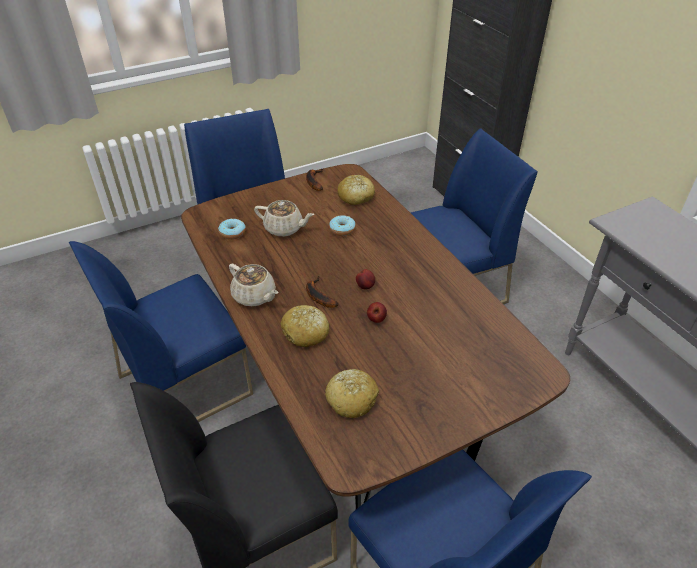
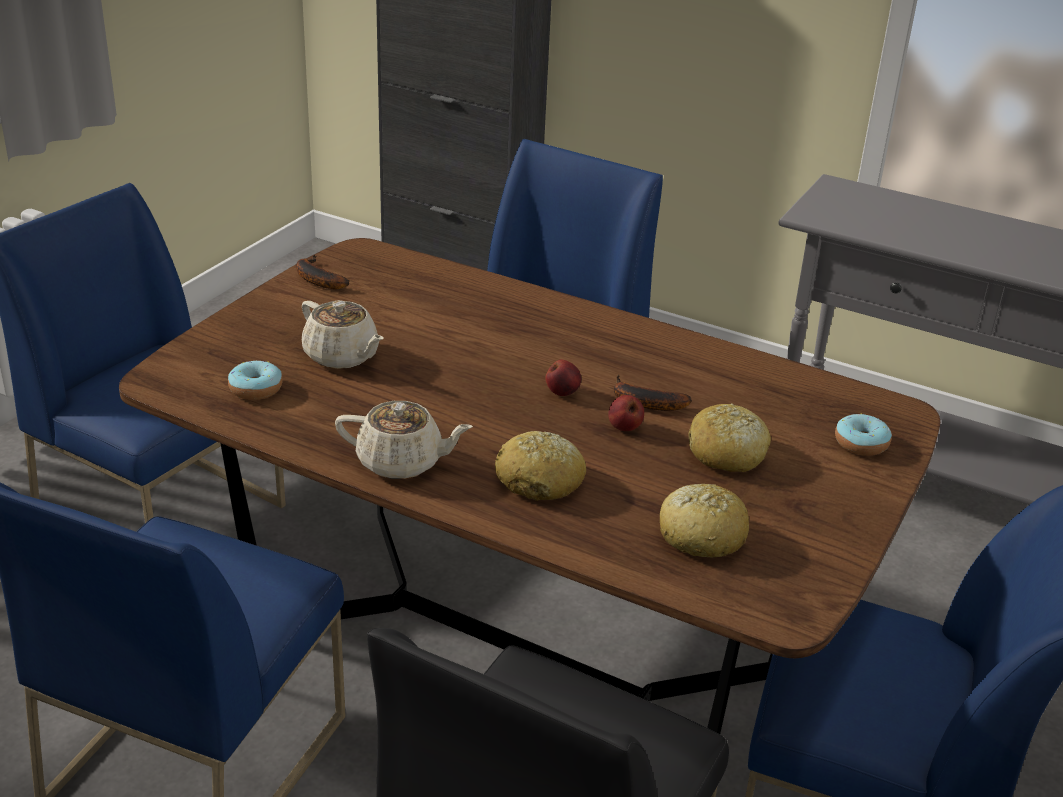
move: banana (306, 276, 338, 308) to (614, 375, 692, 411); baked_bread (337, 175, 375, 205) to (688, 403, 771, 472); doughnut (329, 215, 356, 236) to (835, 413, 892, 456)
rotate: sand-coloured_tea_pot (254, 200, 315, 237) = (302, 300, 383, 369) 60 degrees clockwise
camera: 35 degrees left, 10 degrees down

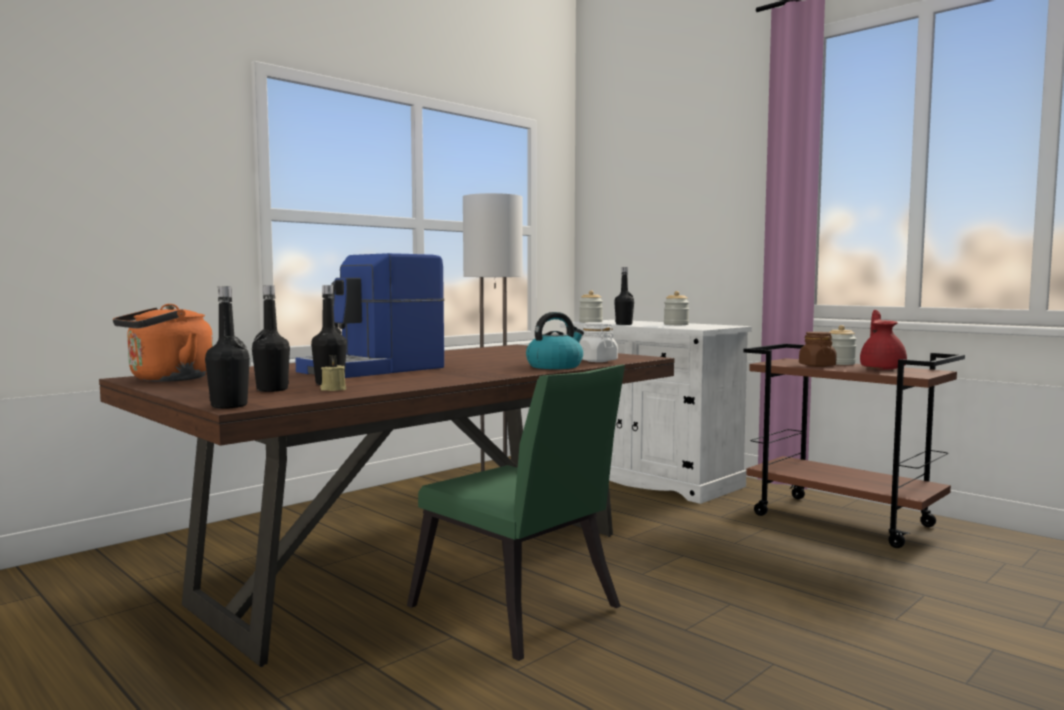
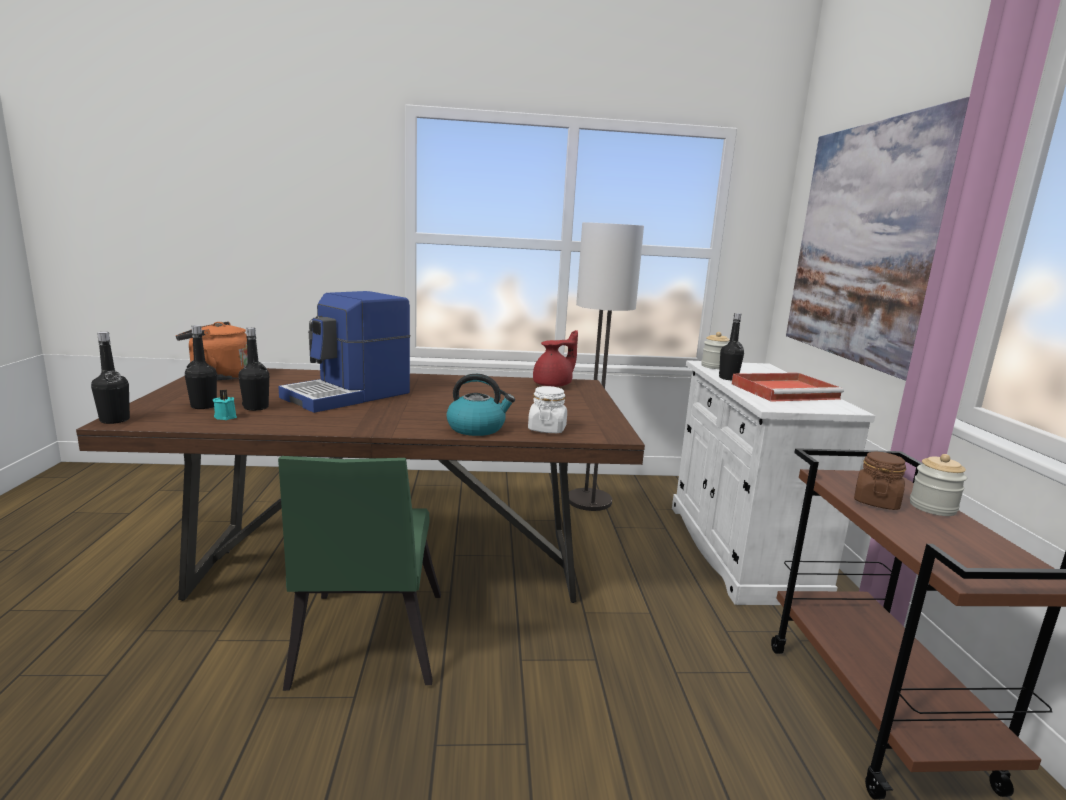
insert: wall_picture (786, 97, 969, 380)
move: red_tea_pot (860, 310, 907, 370) to (533, 330, 578, 387)
replace: jar (664, 291, 689, 325) to red_serving_tray (732, 373, 844, 402)
recolor: sand-coloured_wax_light (320, 355, 347, 391) to blue-green_wax_light (213, 390, 237, 420)
rotate: coffee_brewer (295, 253, 444, 378) = (278, 291, 411, 413) 45 degrees counterclockwise
camera: 40 degrees right, 10 degrees up

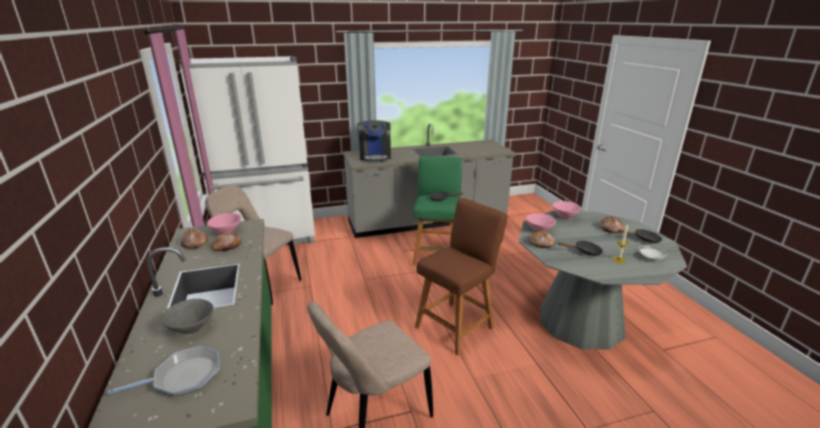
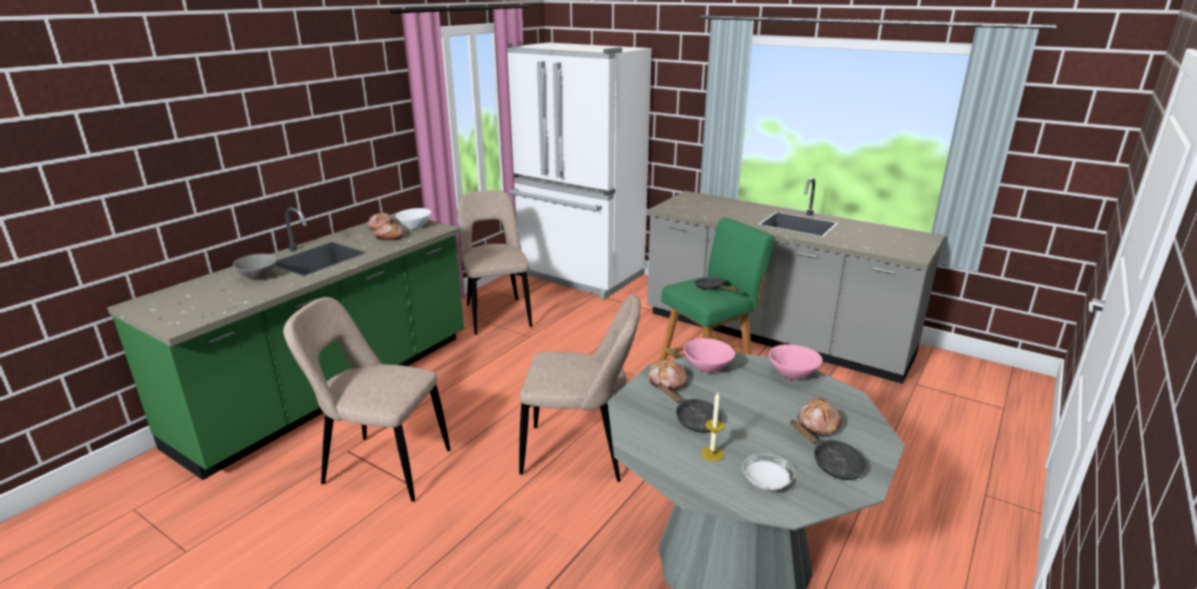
delete: pan (108, 346, 220, 396); coffee_brewer (357, 120, 391, 162)
replace: brownish_stool_seat (415, 198, 507, 356) to sand-coloured_plain_chair (519, 295, 641, 482)
recolor: pinkish_serving_bowl (207, 213, 241, 234) to whitish_serving_bowl (395, 208, 431, 229)
camera: 50 degrees right, 0 degrees up

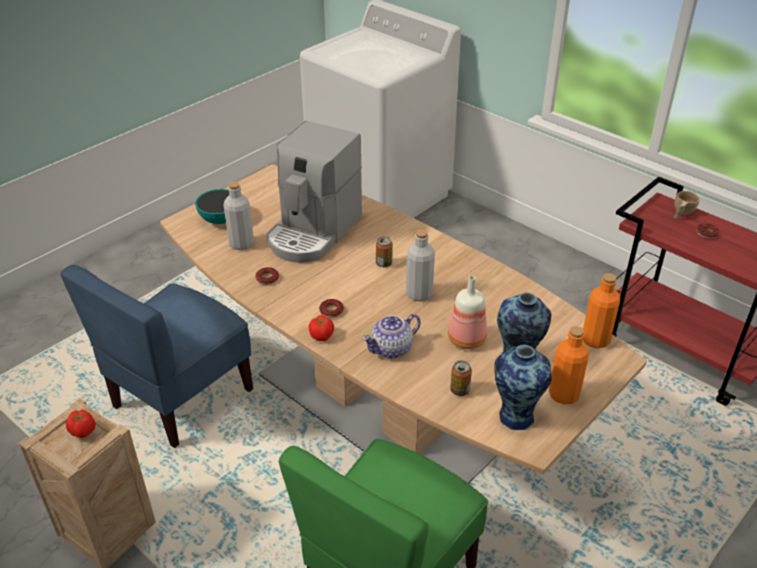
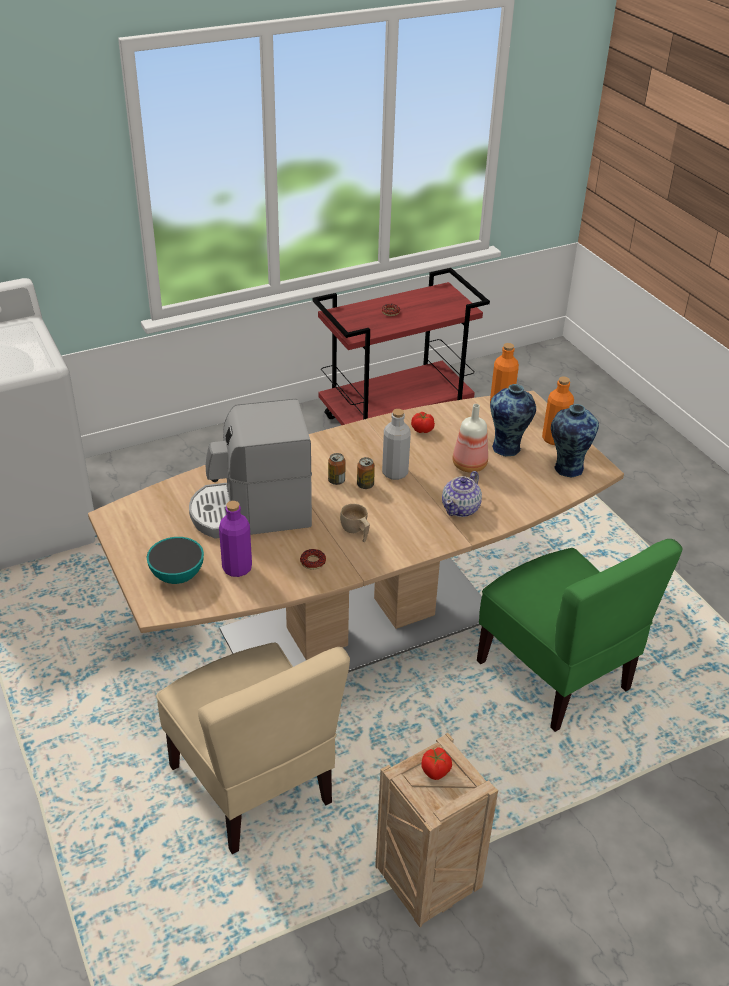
delete: doughnut (319, 299, 344, 318)
move: sand-coloured_drinking_cup (674, 191, 700, 219) to (340, 504, 370, 542); can (450, 361, 472, 396) to (357, 457, 375, 489); tomato (309, 315, 334, 341) to (411, 412, 435, 433)
recolor: bluish_plain_chair (60, 265, 253, 448) to sand-coloured_plain_chair (156, 643, 350, 854); grey_bottle (223, 181, 254, 250) to purple_bottle (219, 501, 252, 577)
rotate: coffee_brewer (266, 121, 362, 263) = (189, 399, 312, 539) 120 degrees clockwise; tea_pot (362, 314, 421, 358) = (442, 471, 482, 517) 45 degrees clockwise
camera: 70 degrees left, 0 degrees up

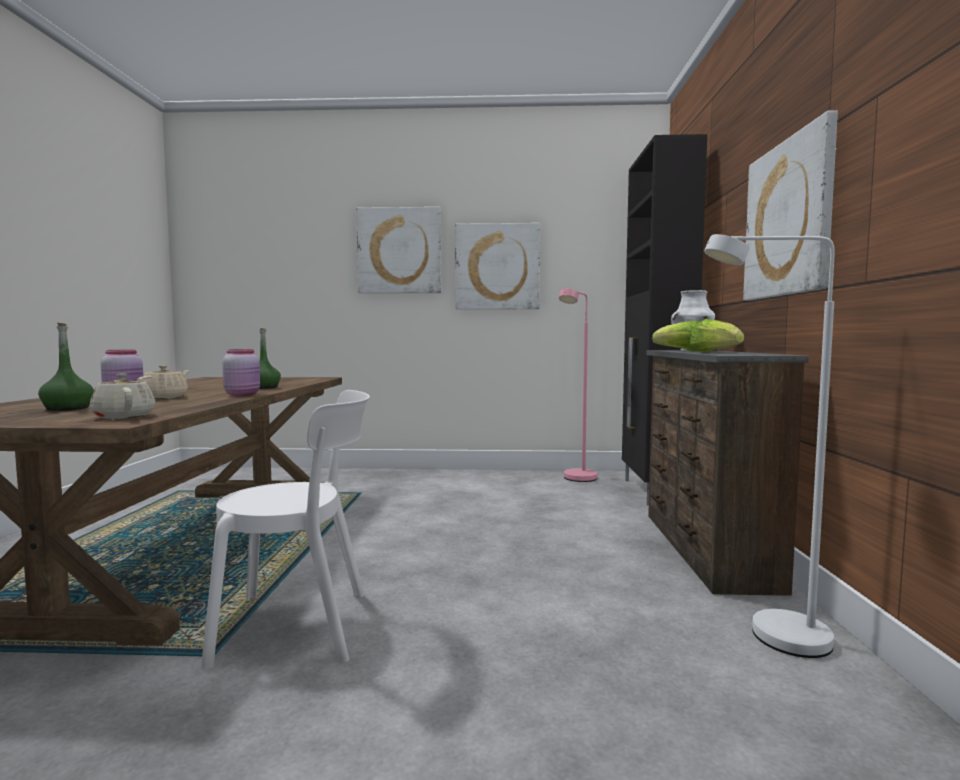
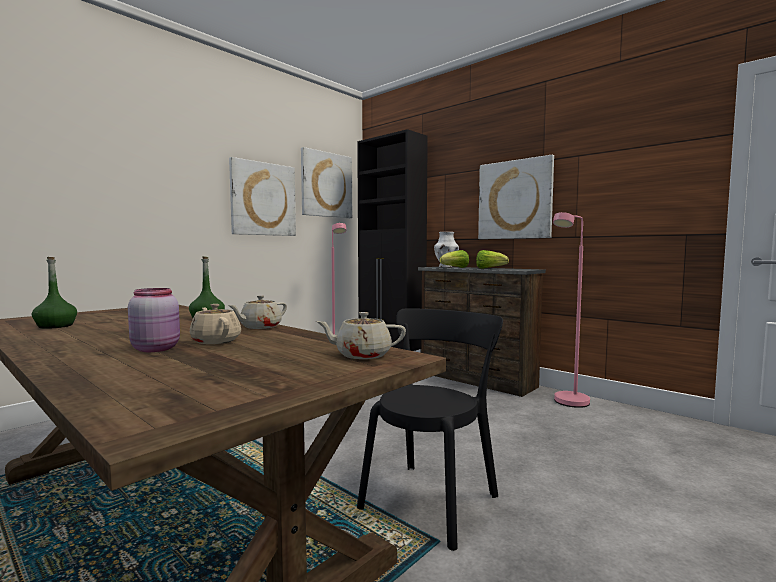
move: greenish_bottle (38, 323, 94, 411) to (32, 257, 77, 329); wall_picture (356, 207, 441, 294) to (301, 147, 352, 218)
replace: pinkish_jar (222, 349, 260, 396) to sand-coloured_tea_pot (228, 295, 287, 329)
recolor: whitish_plain_chair (201, 390, 370, 670) to blackish_plain_chair (357, 308, 503, 551); whitish_standard_lamp (704, 234, 834, 658) to pinkish_standard_lamp (553, 212, 590, 408)
camera: 50 degrees left, 0 degrees up

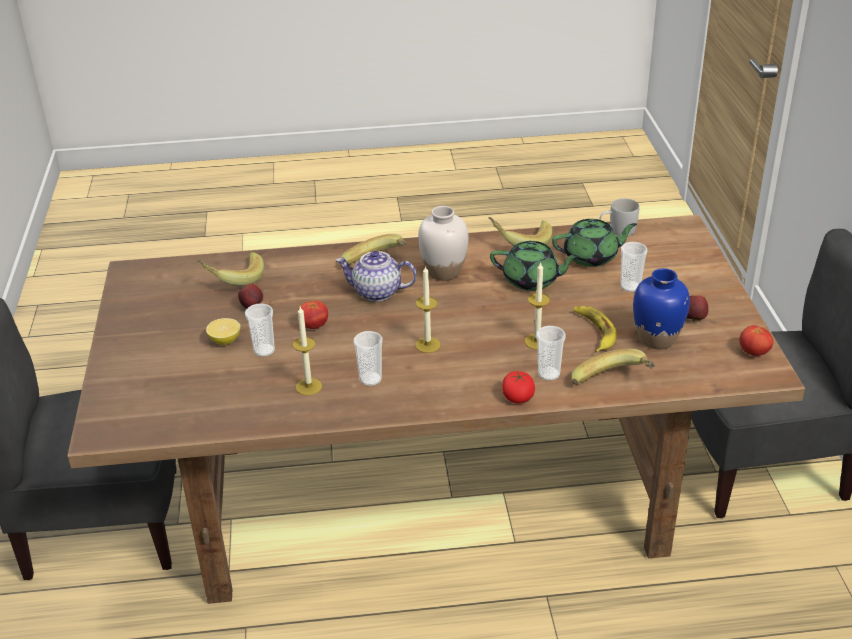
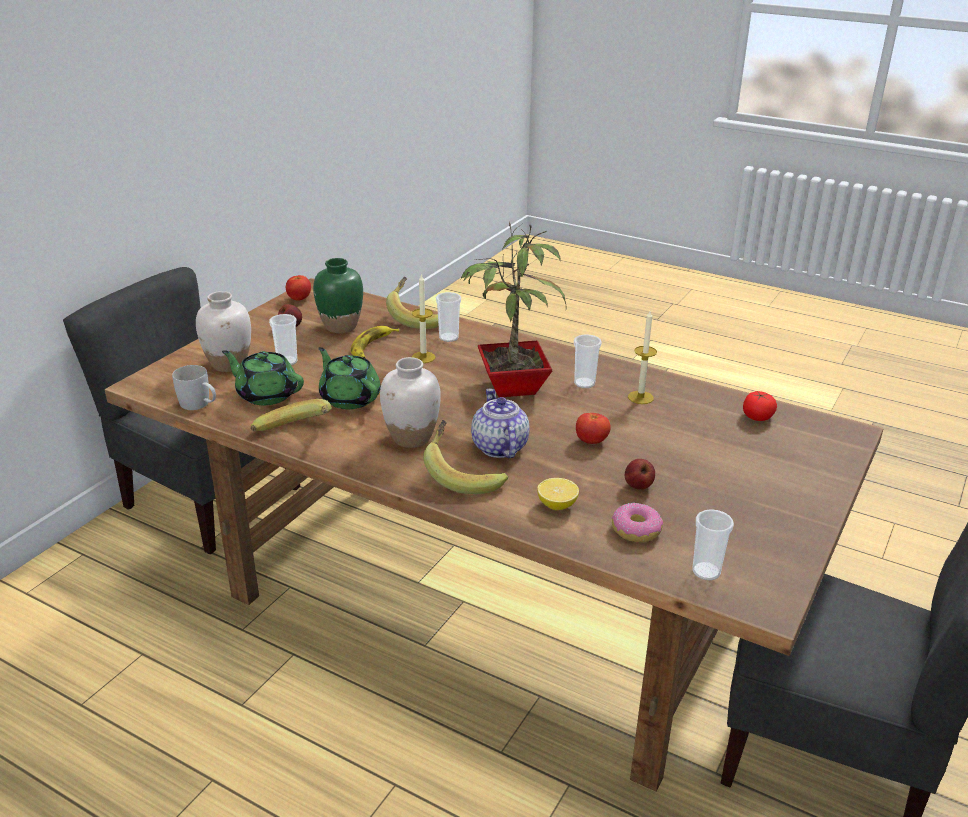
insert: whitish_vase (196, 291, 251, 372)
move: whole_lemon (206, 318, 241, 345) to (537, 478, 579, 510); drinking_cup (245, 303, 275, 357) to (692, 509, 734, 580); tomato (502, 371, 535, 404) to (743, 391, 777, 421)
replace: wax_light (415, 265, 441, 353) to houseplant (461, 222, 567, 398); banana (196, 252, 264, 286) to doughnut (612, 502, 663, 542)
recolor: bluish_vase (633, 268, 690, 349) to greenish_vase (313, 258, 363, 333)
rotate: tea_pot (335, 250, 417, 301) = (471, 389, 529, 458) 150 degrees counterclockwise
camera: 145 degrees left, 5 degrees down

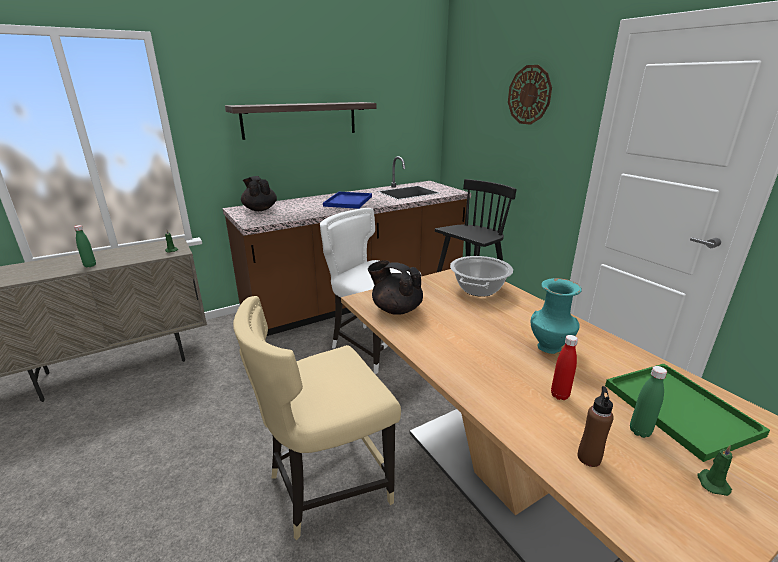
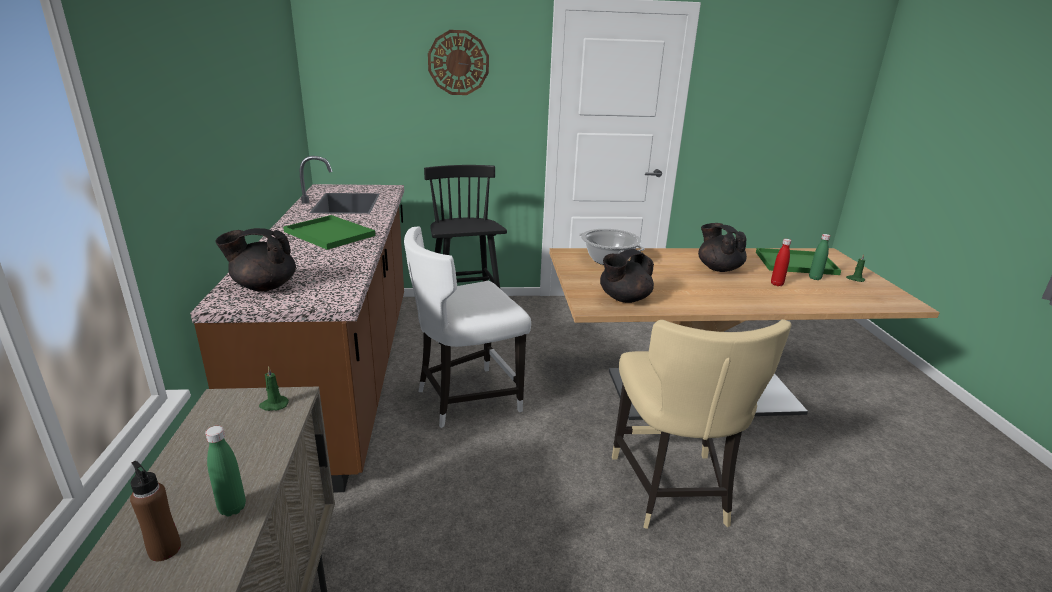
delete: bracket_shelf (225, 102, 377, 140)
move: brownish_bottle (578, 386, 614, 467) to (130, 461, 181, 561)
replace: blue-green_vase (531, 278, 582, 354) to blackish_tea_pot (698, 223, 747, 272)
recolor: bluish_serving_tray (323, 192, 372, 209) to greenish_serving_tray (283, 215, 375, 250)
camera: 65 degrees left, 0 degrees up

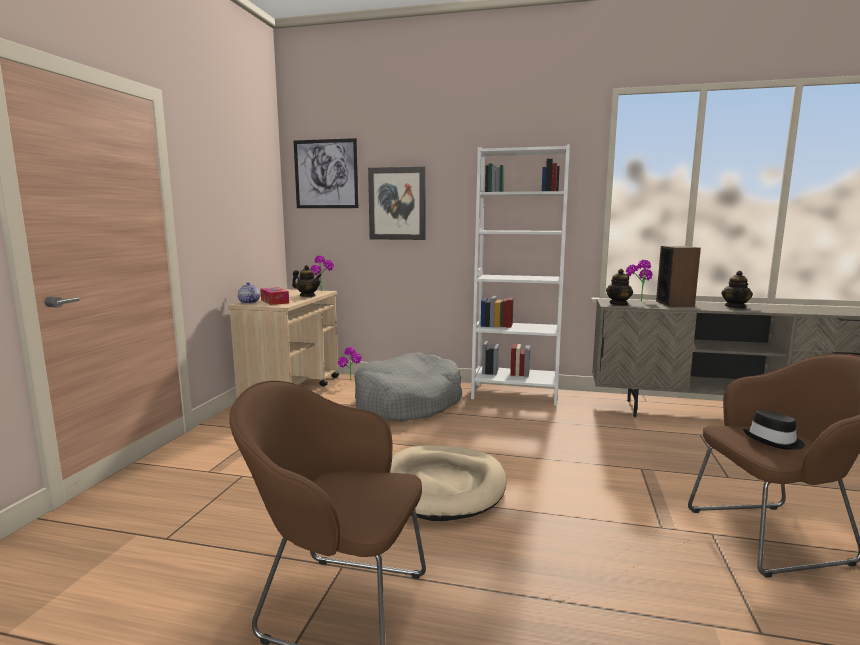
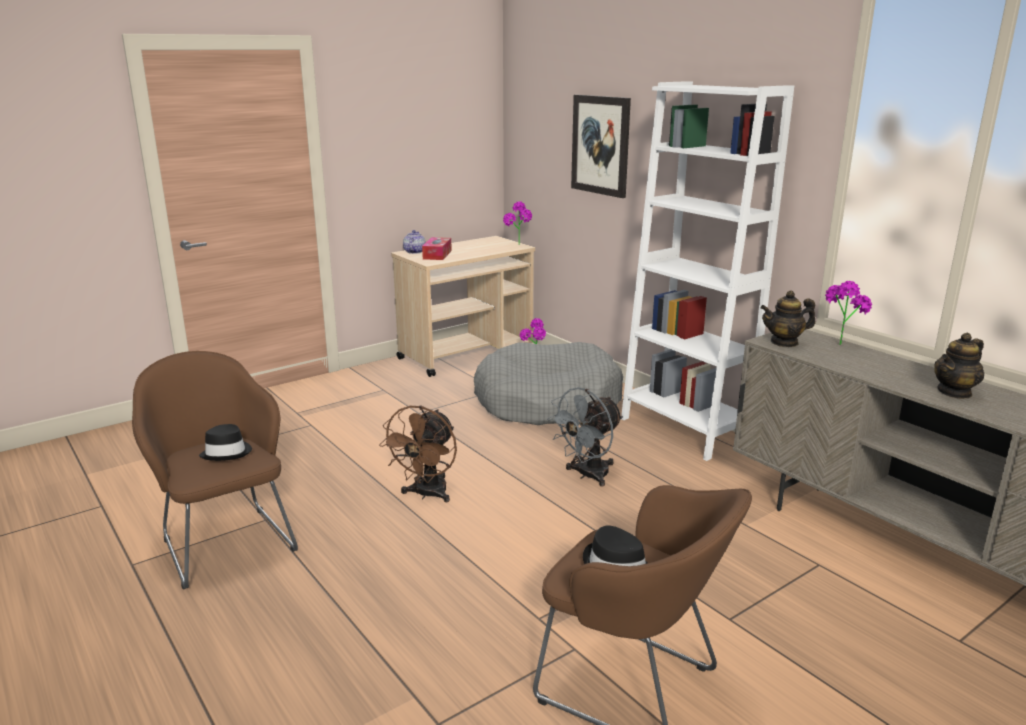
delete: tea_pot (292, 265, 322, 297); wall_picture (294, 138, 359, 208); loudspeaker (656, 246, 701, 307)
insert: blackish_wearable_hat (199, 424, 252, 461); grey_cooling_fan (547, 387, 623, 487)
replace: sand-coloured_dog_bed (390, 445, 506, 521) to brownish_cooling_fan (379, 405, 457, 503)
camera: 40 degrees right, 10 degrees up

